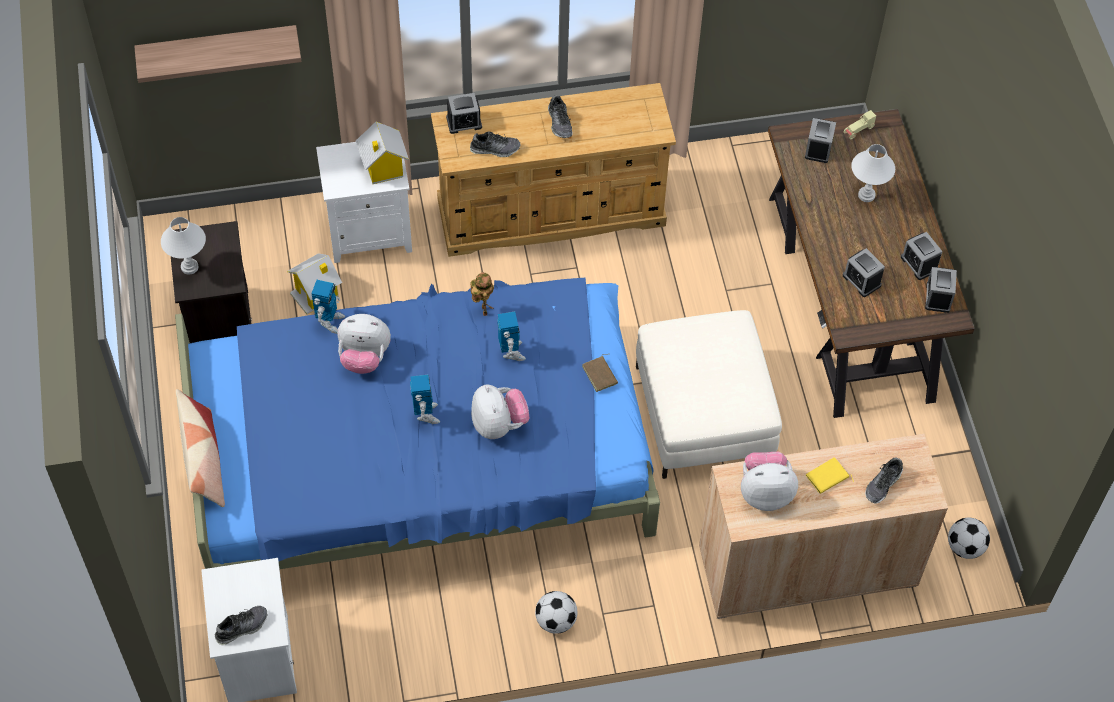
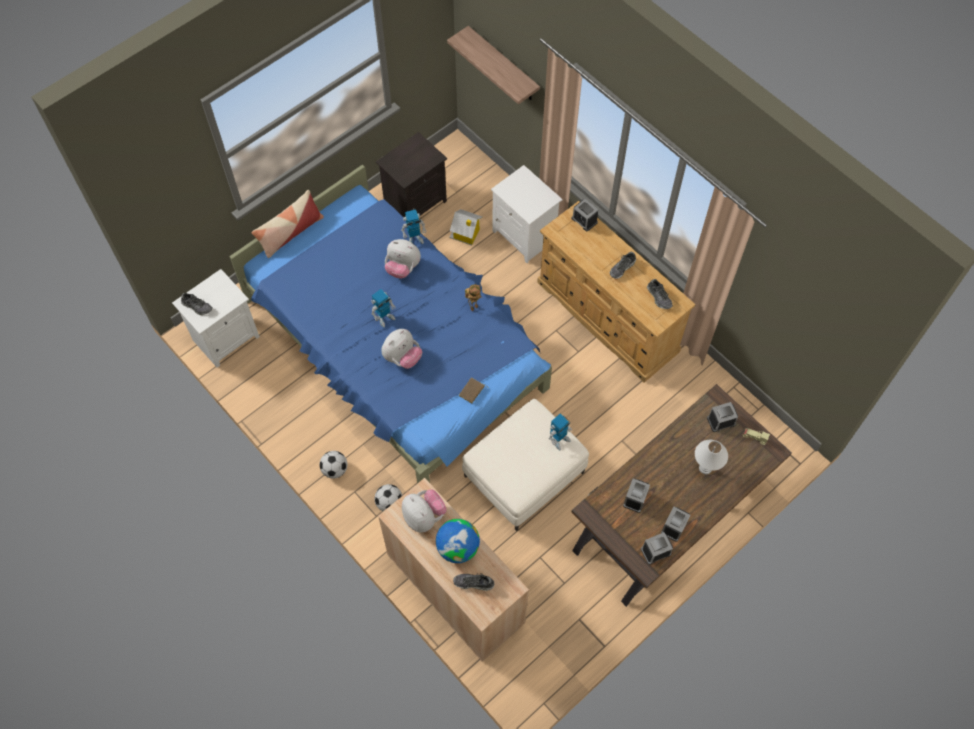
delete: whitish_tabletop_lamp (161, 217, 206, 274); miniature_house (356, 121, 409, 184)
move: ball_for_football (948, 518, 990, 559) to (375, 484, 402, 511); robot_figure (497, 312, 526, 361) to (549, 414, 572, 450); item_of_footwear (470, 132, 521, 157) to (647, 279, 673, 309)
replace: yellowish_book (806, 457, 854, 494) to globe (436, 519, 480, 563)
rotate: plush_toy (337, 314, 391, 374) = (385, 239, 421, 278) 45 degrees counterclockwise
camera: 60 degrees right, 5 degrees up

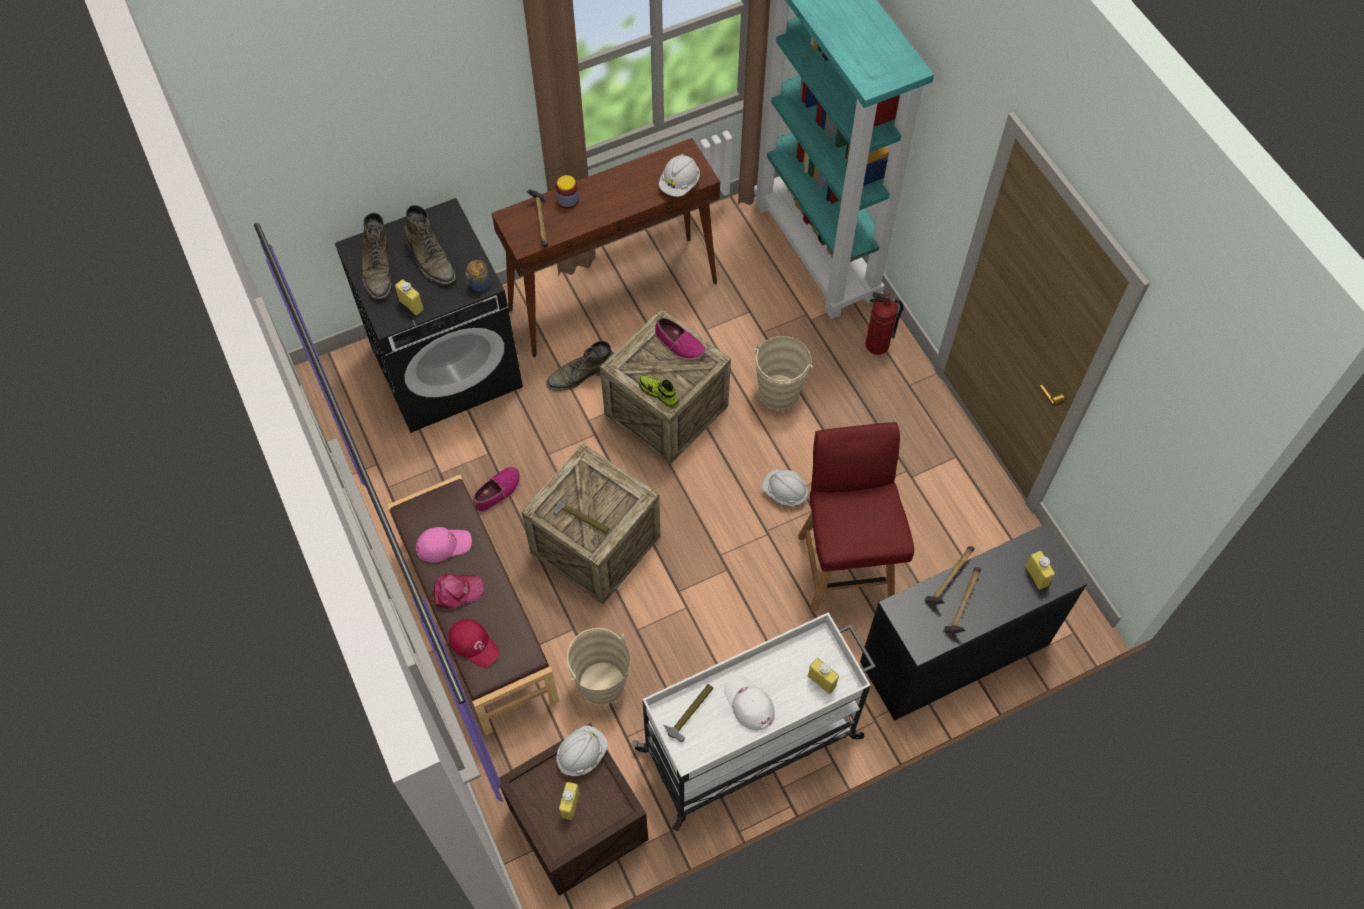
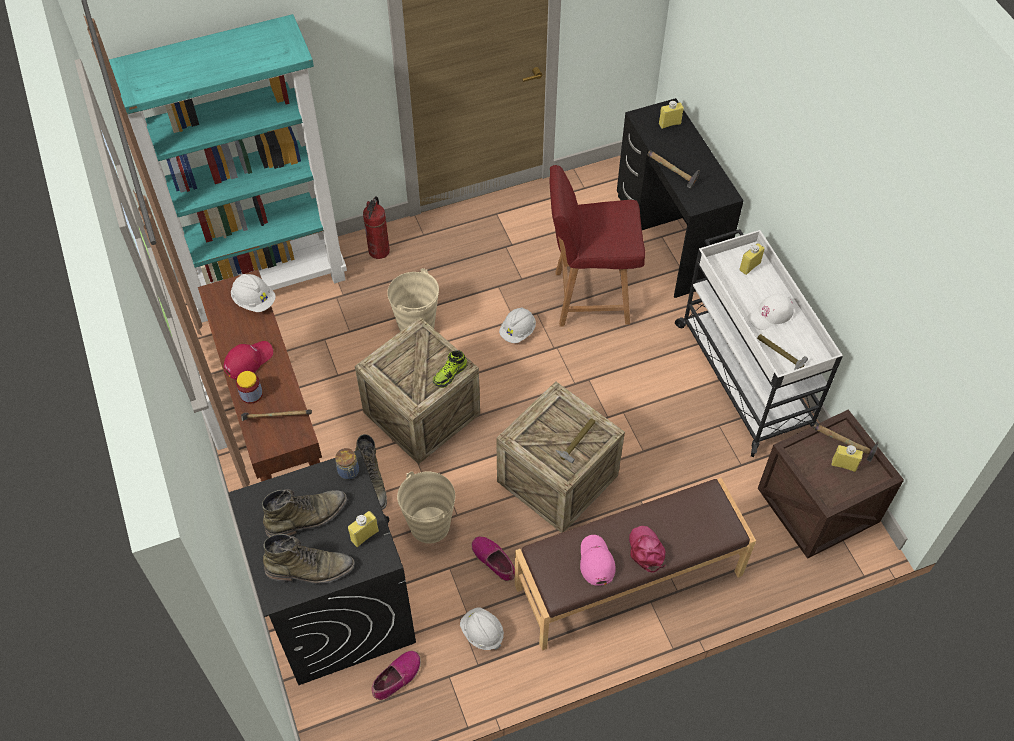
move: red_cap (448, 619, 499, 668) to (224, 341, 273, 380); item_of_footwear (655, 318, 705, 360) to (372, 651, 421, 701); sand-coloured_water_bucket (567, 628, 631, 705) to (397, 471, 455, 544); whitish_safety_helmet (556, 726, 608, 777) to (460, 608, 504, 650); tool_hammer (943, 567, 981, 633) to (813, 423, 879, 462)
camera: 85 degrees left, 5 degrees down

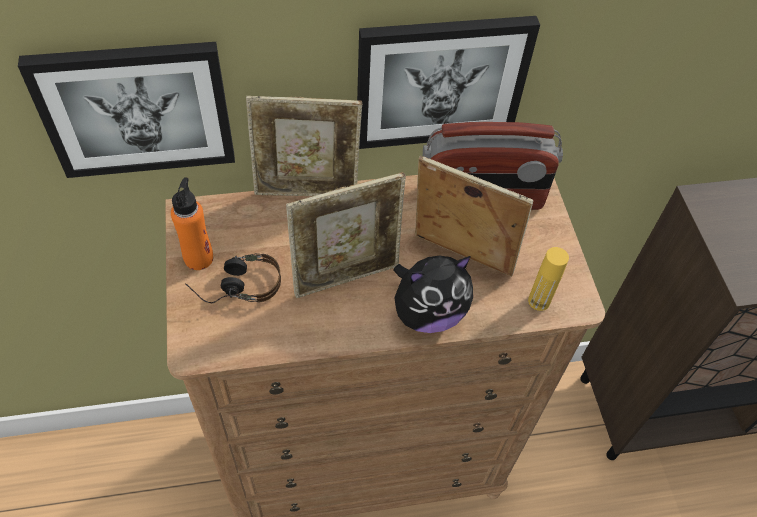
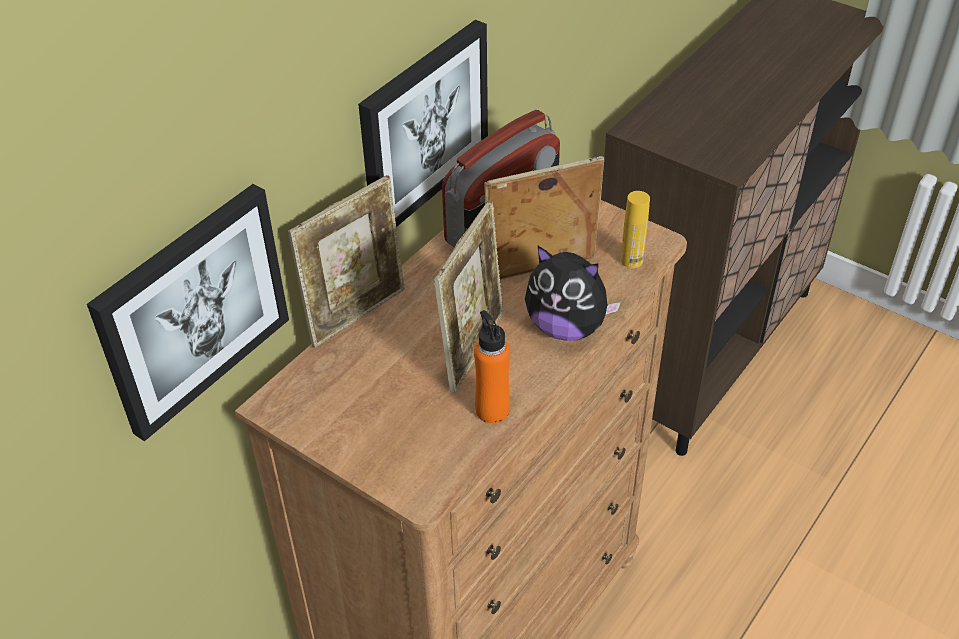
delete: pair_of_headphones (185, 254, 281, 303)
move: orange_bottle (171, 177, 213, 270) to (474, 310, 510, 423)
rotate: plush_toy (393, 255, 473, 333) = (525, 246, 621, 341) 90 degrees clockwise
camera: 40 degrees left, 10 degrees down

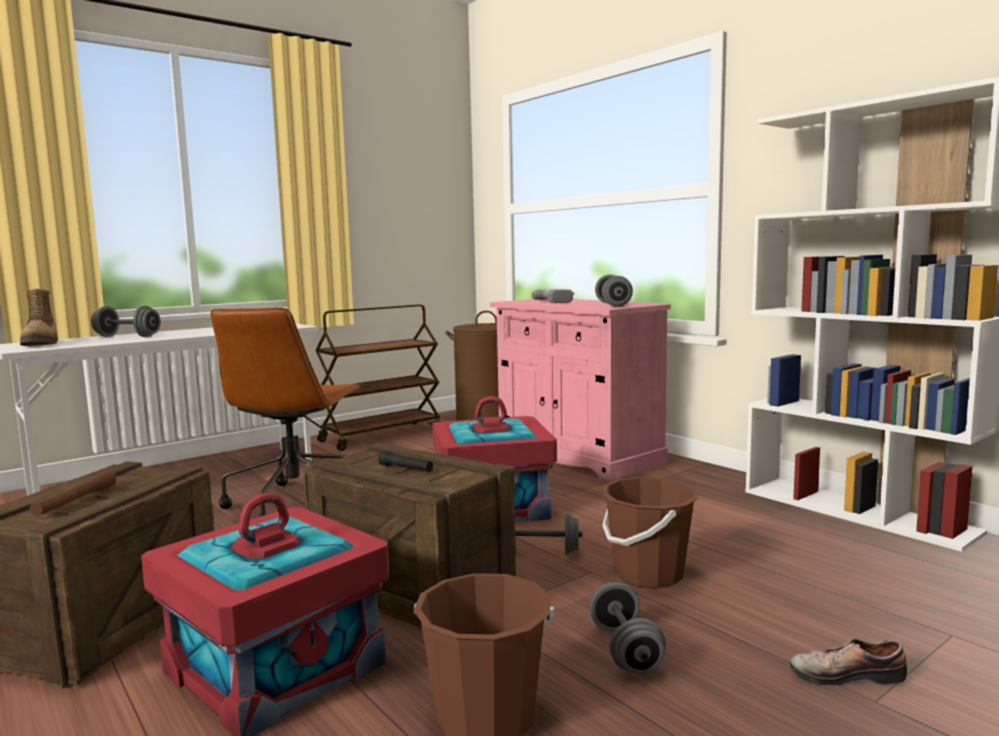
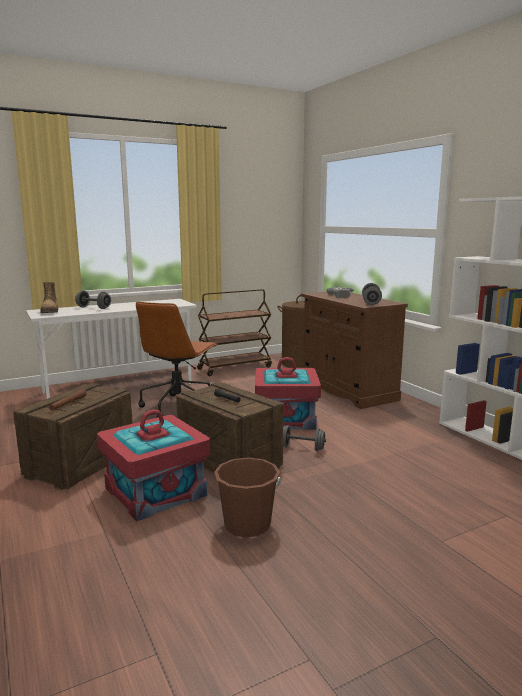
delete: grey_hand_weight (589, 582, 666, 674); brownish_water_bucket (602, 477, 698, 588); item_of_footwear (790, 638, 907, 685)
recolor: pinkish_cupboard (490, 299, 671, 481) to brownish_cupboard (301, 291, 408, 409)
camera: 10 degrees right, 5 degrees up

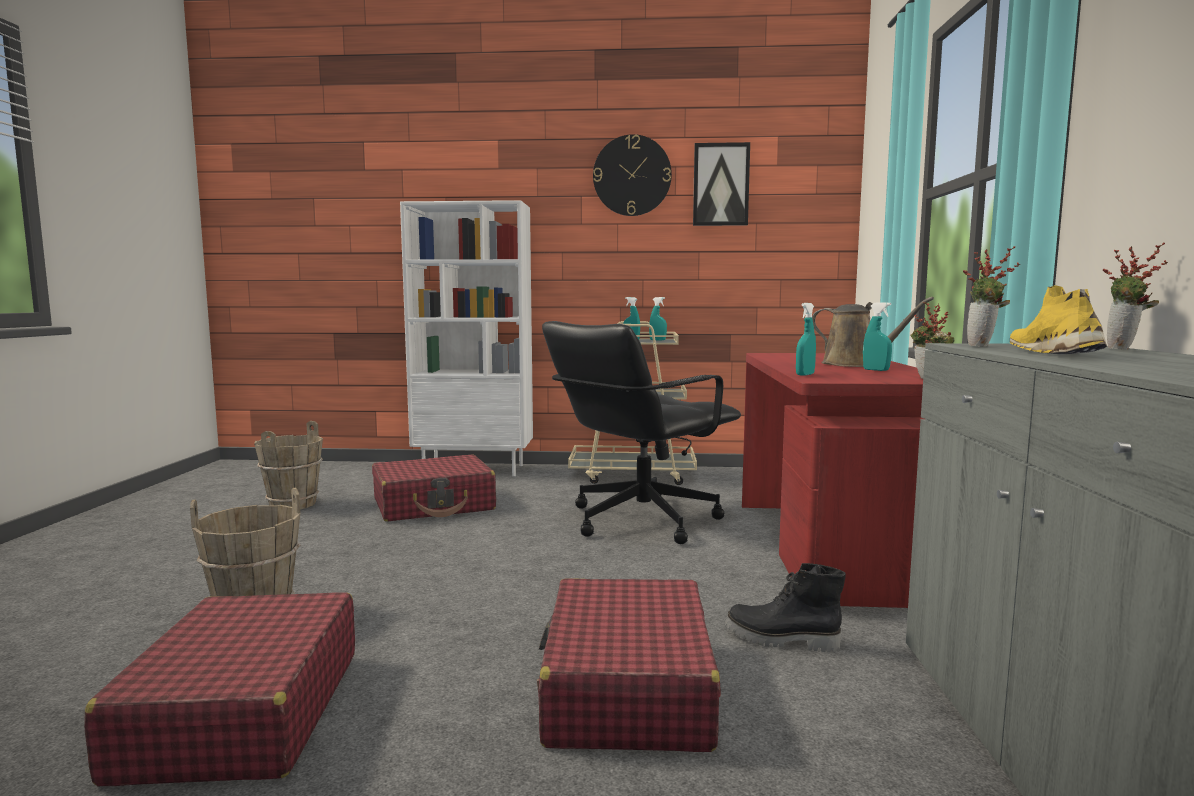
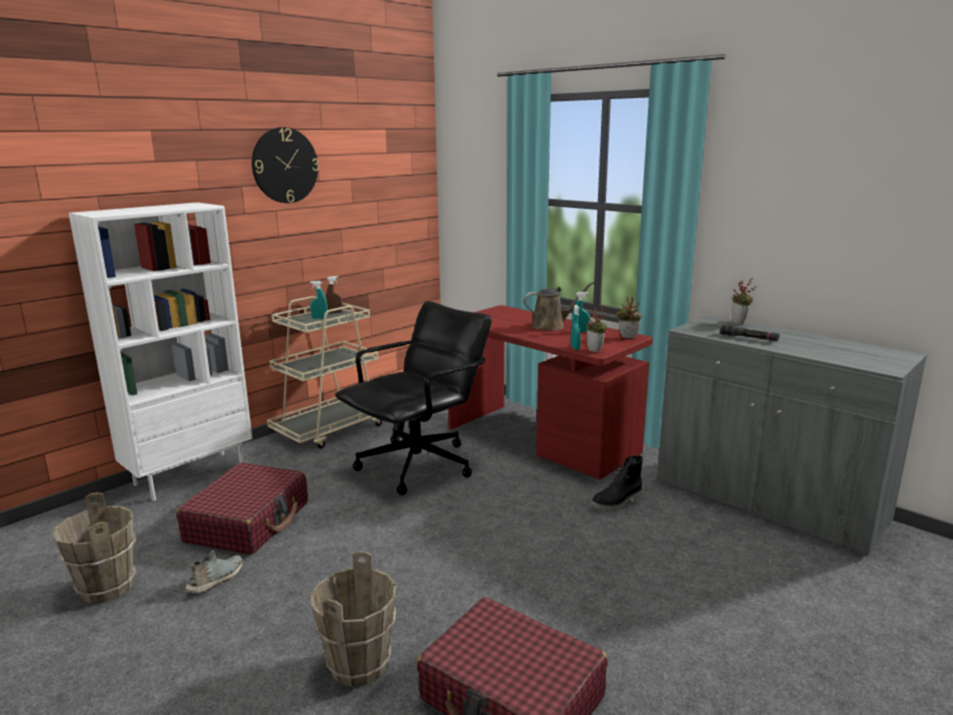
delete: red_piece_of_luggage (537, 578, 721, 752); wall_picture (693, 142, 750, 226)
insert: grey_item_of_footwear (185, 550, 243, 593)
move: houseplant (963, 246, 1021, 347) to (586, 305, 609, 352)
replace: yellowish_item_of_footwear (1010, 285, 1107, 355) to blackish_torch (720, 324, 780, 341)
recolor: blue-green_hand_sprayer (649, 297, 667, 341) to brownish_hand_sprayer (325, 276, 342, 314)
rotate: blackish_computer_chair (542, 321, 741, 544) = (335, 301, 492, 495) 135 degrees counterclockwise
camera: 50 degrees left, 10 degrees up

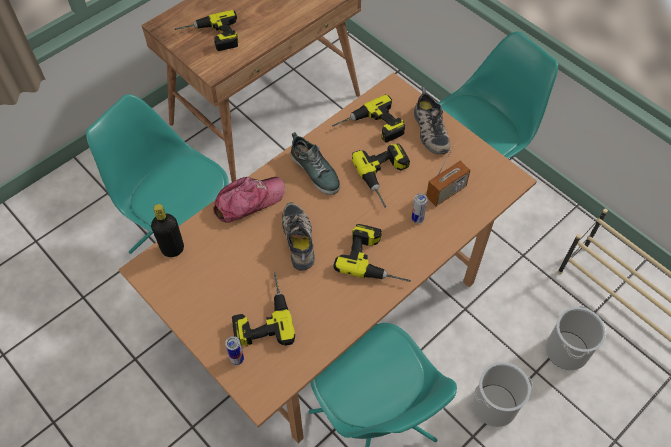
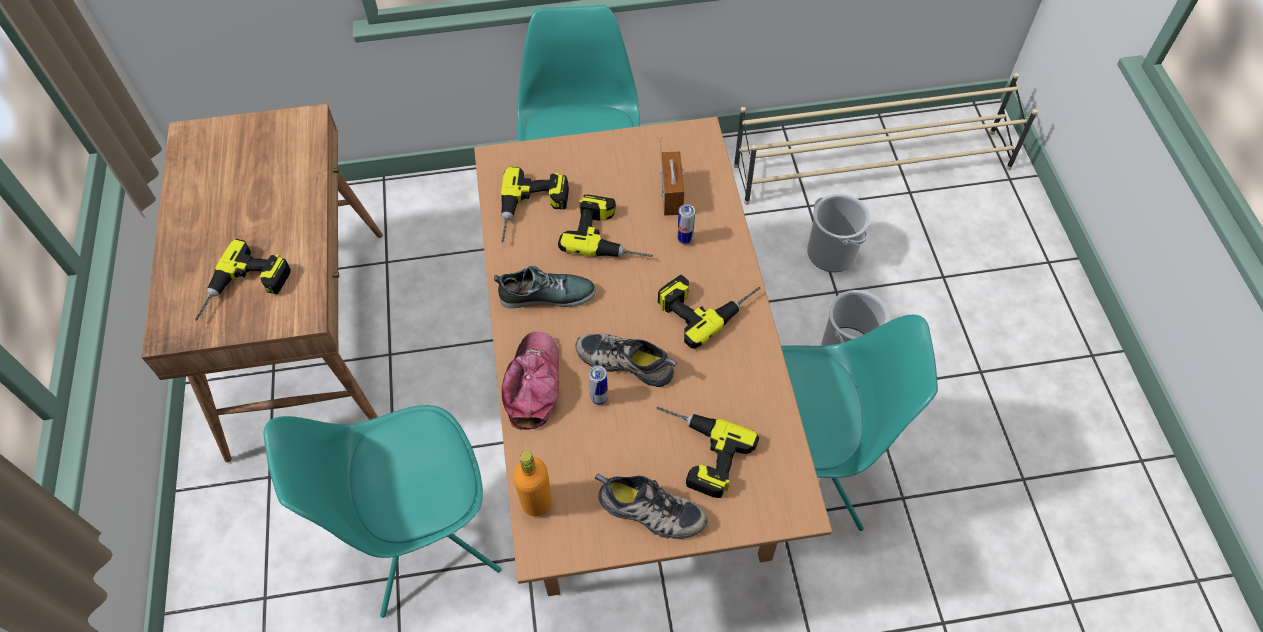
move: can (225, 336, 244, 365) to (588, 365, 608, 405); item_of_footwear (414, 87, 450, 154) to (595, 473, 708, 539)
recolor: blackish_bottle (151, 204, 184, 257) to orange_bottle (513, 450, 552, 516)
camera: 55 degrees left, 0 degrees up

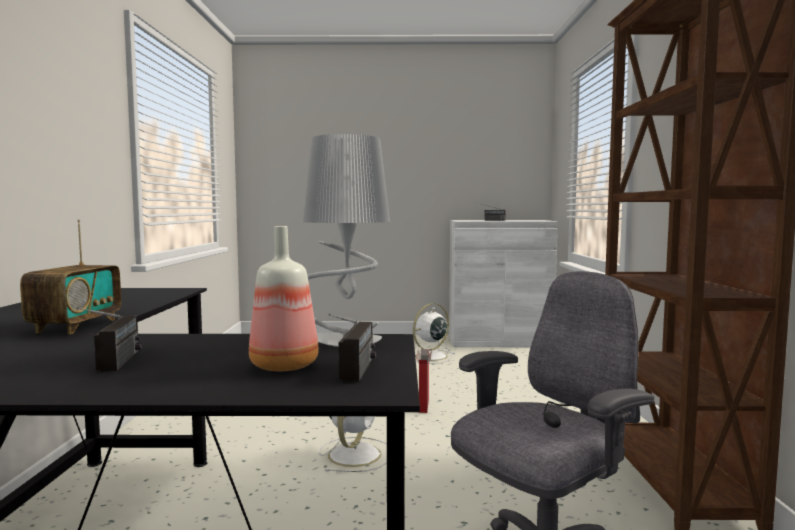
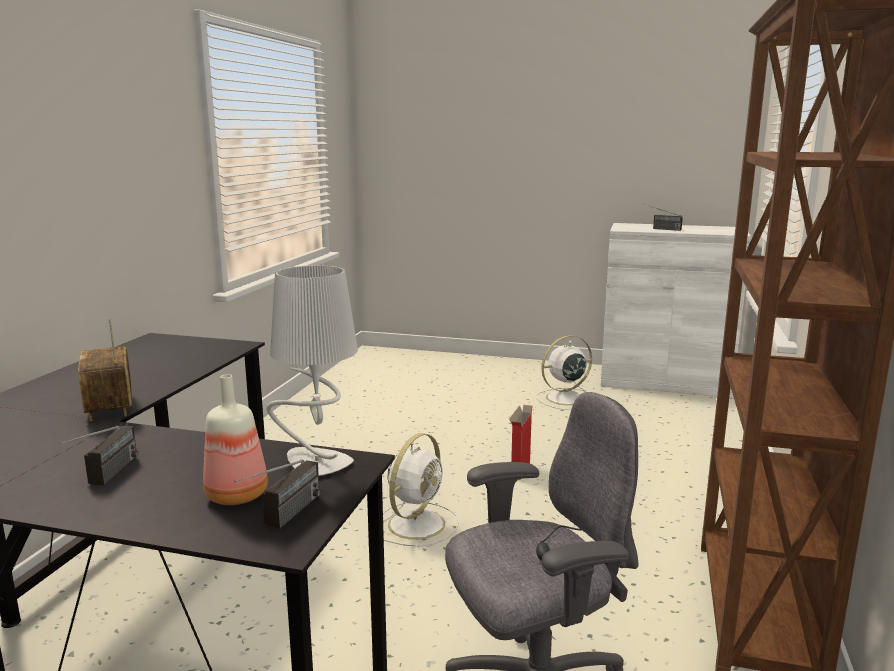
rotate: radio_receiver (20, 220, 121, 334) = (78, 318, 132, 421) 135 degrees clockwise
camera: 15 degrees right, 10 degrees up

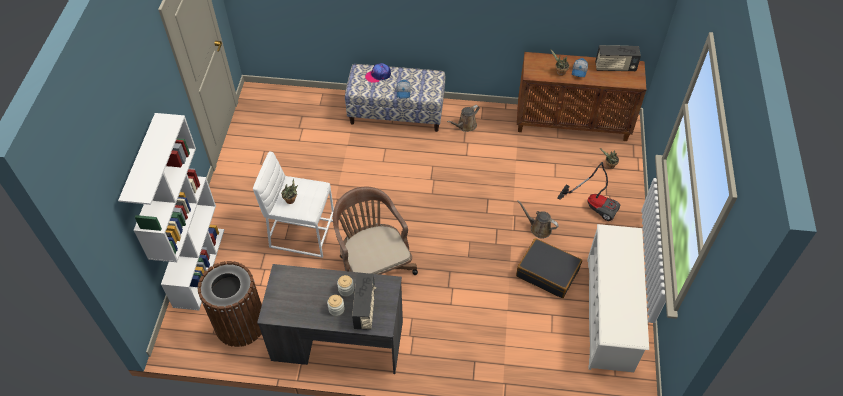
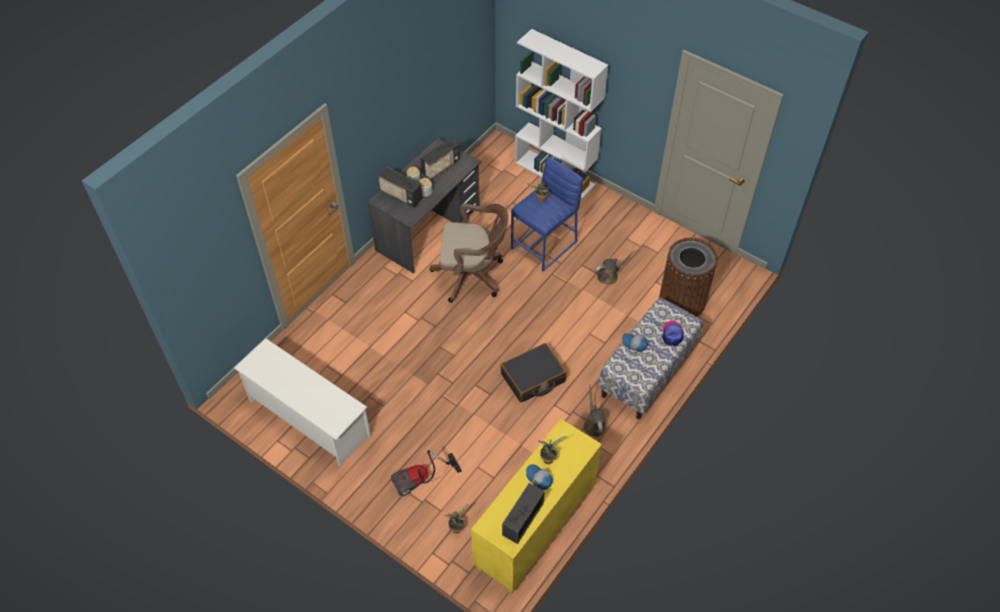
insert: radio_receiver (420, 138, 460, 180)
move: blackish_piece_of_luggage (516, 238, 582, 298) to (500, 343, 567, 403); brownish_watering_can (518, 200, 558, 238) to (595, 250, 636, 284); brownish_trash_can (198, 261, 262, 347) to (659, 238, 718, 317)
recolor: brownish_cupboard (517, 52, 647, 141) to yellowish_cupboard (471, 419, 602, 594); whitish_stool_seat (253, 151, 334, 258) to bluish_stool_seat (511, 157, 583, 271)
camera: 120 degrees right, 0 degrees up

